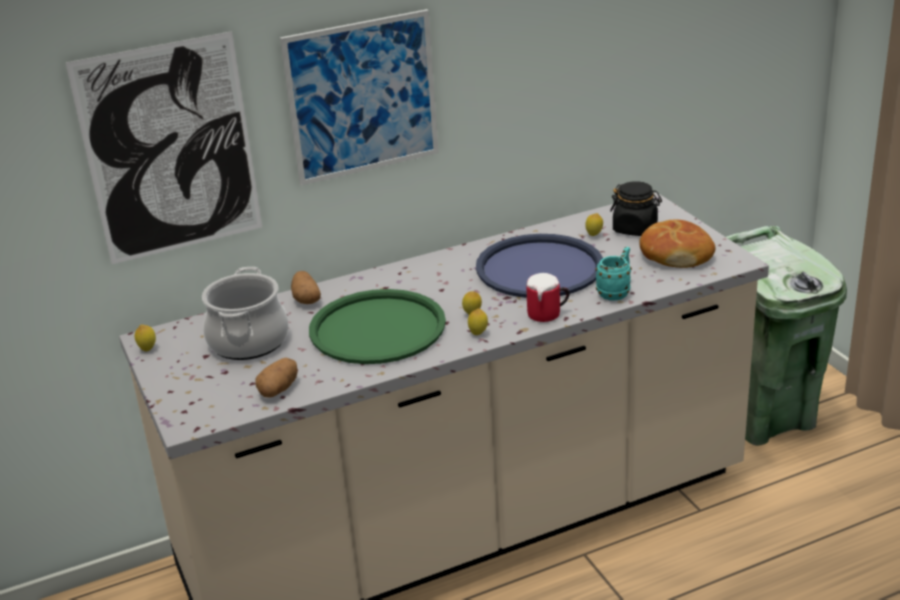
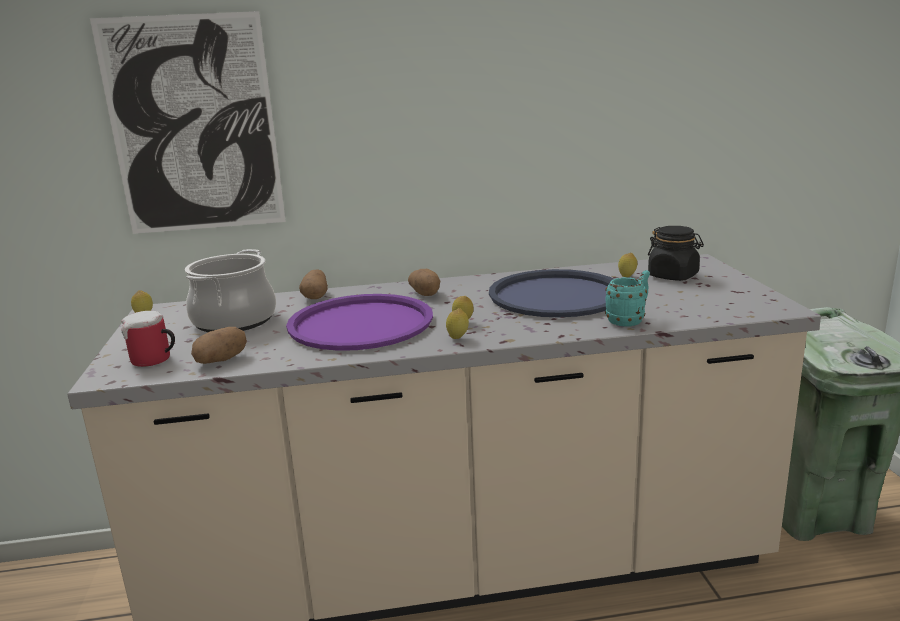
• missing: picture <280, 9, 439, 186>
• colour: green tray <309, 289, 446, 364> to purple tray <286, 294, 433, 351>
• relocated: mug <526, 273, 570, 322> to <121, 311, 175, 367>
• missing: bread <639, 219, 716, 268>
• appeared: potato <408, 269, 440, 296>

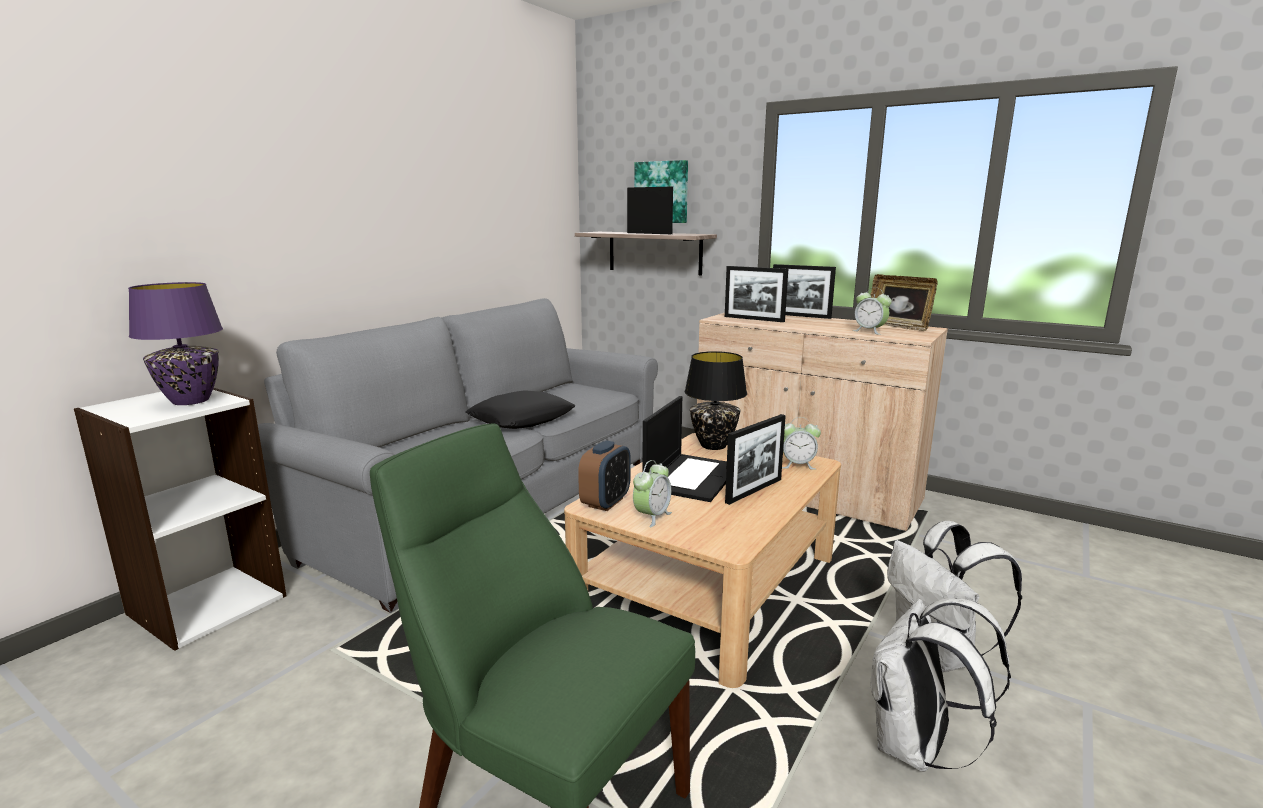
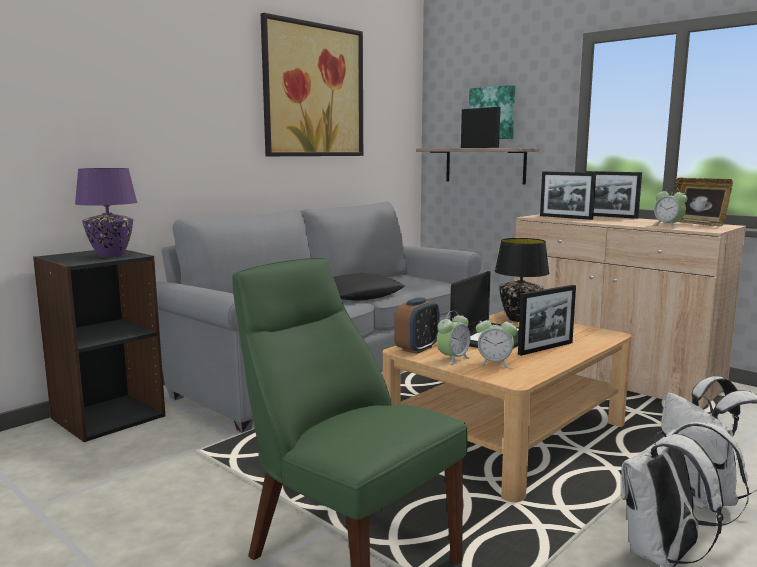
• colour: white bookcase <74, 388, 287, 651> to black bookcase <33, 250, 165, 442>
• relocated: alarm clock <782, 417, 821, 470> to <476, 314, 517, 368>
• appeared: picture <261, 13, 363, 156>

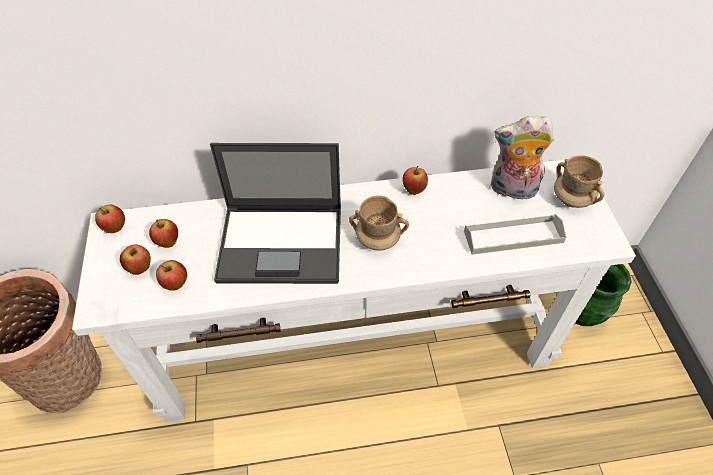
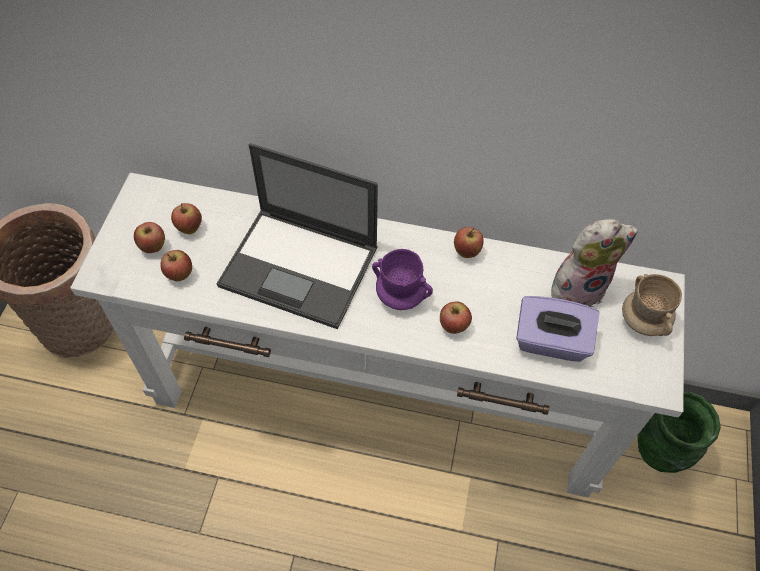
• relocated: apple <95, 205, 125, 233> to <440, 301, 472, 334>
• colour: beige mug <349, 195, 409, 251> to purple mug <372, 249, 433, 310>
• exchanged: grey tray <464, 214, 566, 255> to purple tissue box <516, 296, 600, 362>
• spun: plush toy <491, 116, 554, 200> = <551, 219, 638, 307> 135 degrees clockwise

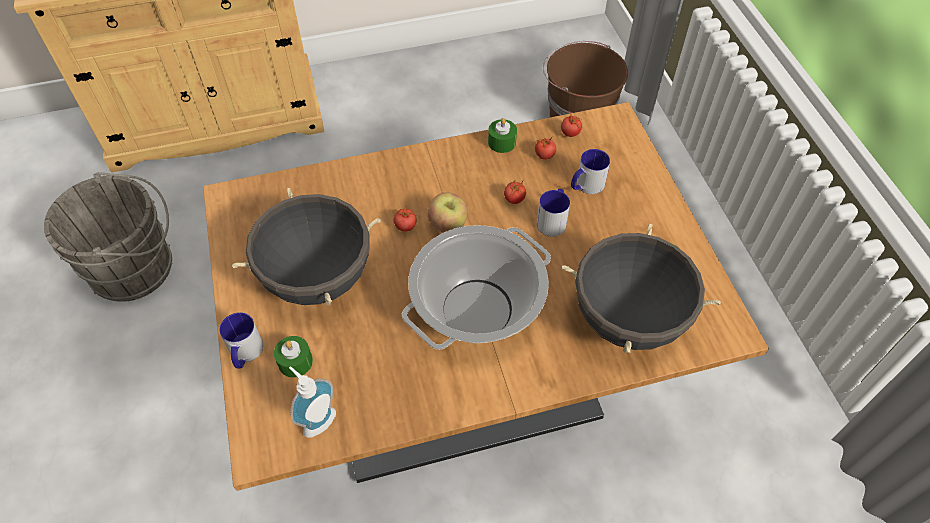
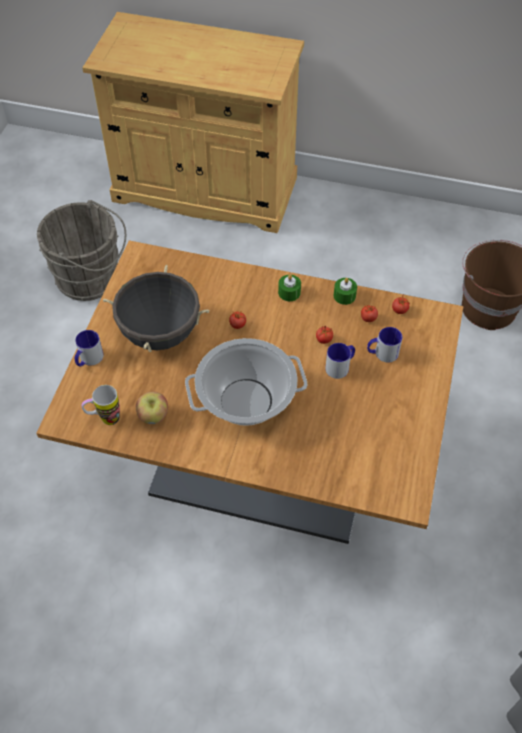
• relocated: green candle <274, 336, 313, 378> to <278, 275, 301, 301>
• exchanged: soap dispenser <289, 366, 336, 438> to mug <82, 385, 120, 425>
• relocated: apple <428, 192, 467, 233> to <136, 392, 168, 424>
• missing: black cooking pot <562, 223, 721, 353>

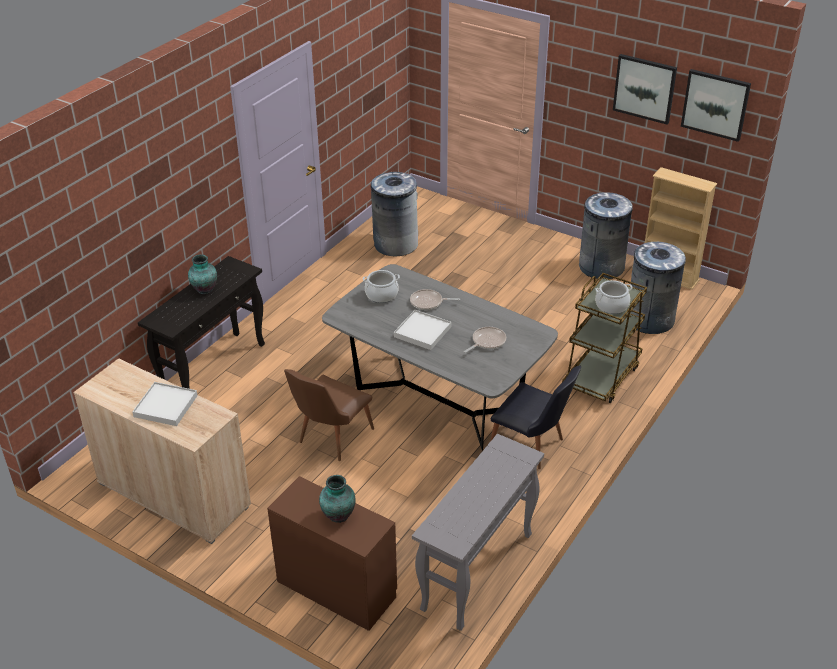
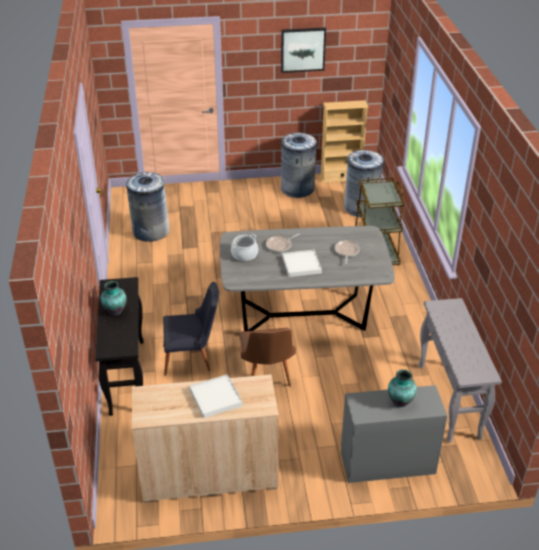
• colour: brown dresser <267, 476, 397, 631> to grey dresser <341, 385, 448, 483>
• relocated: black chair <490, 366, 581, 469> to <163, 282, 219, 376>
• missing: cooking pot <595, 280, 633, 314>
• missing: picture <681, 69, 751, 142>

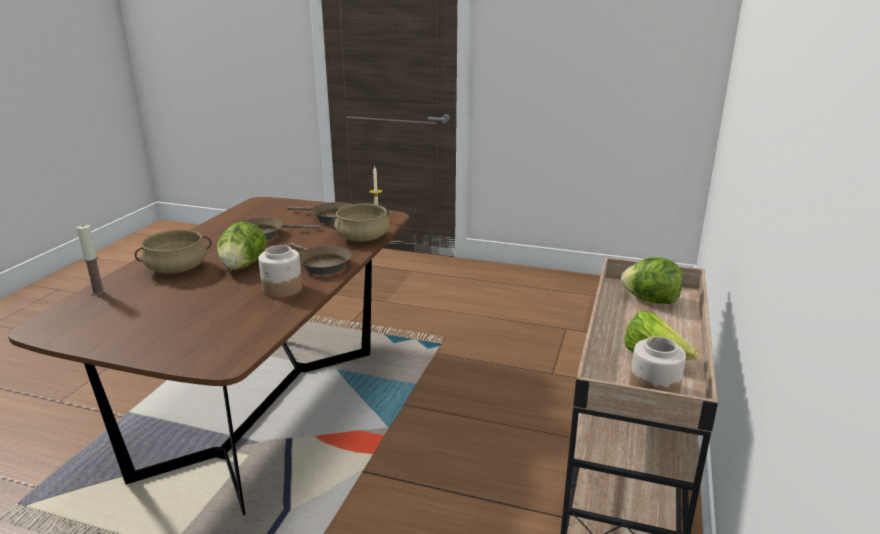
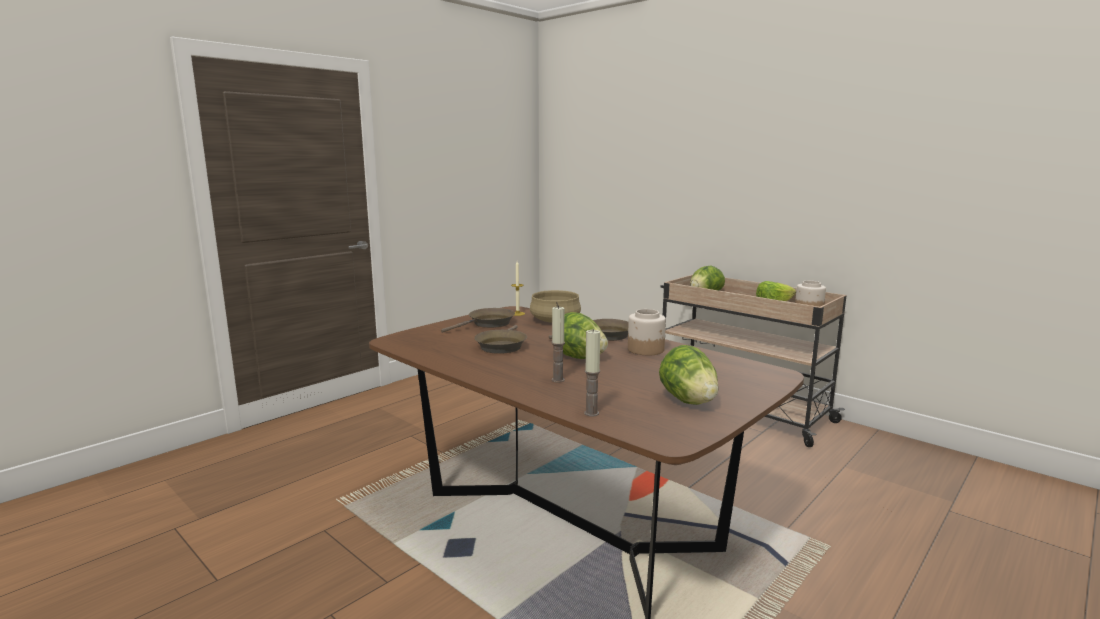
• exchanged: beige cooking pot <135, 230, 212, 273> to candle <551, 306, 565, 382>
• appeared: lettuce <659, 345, 719, 405>

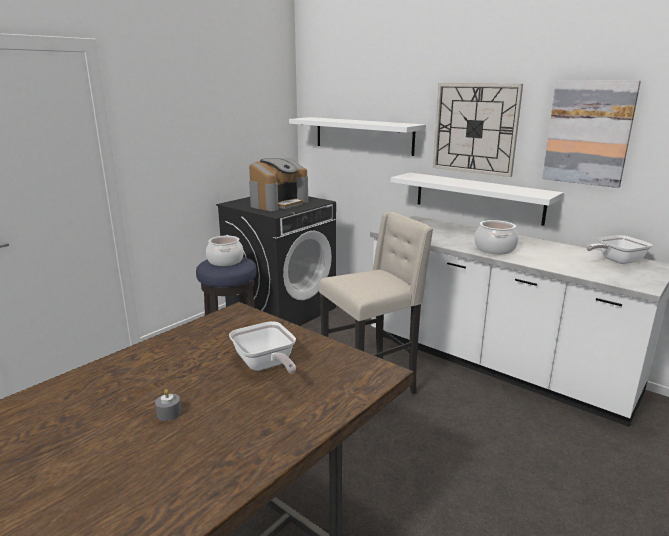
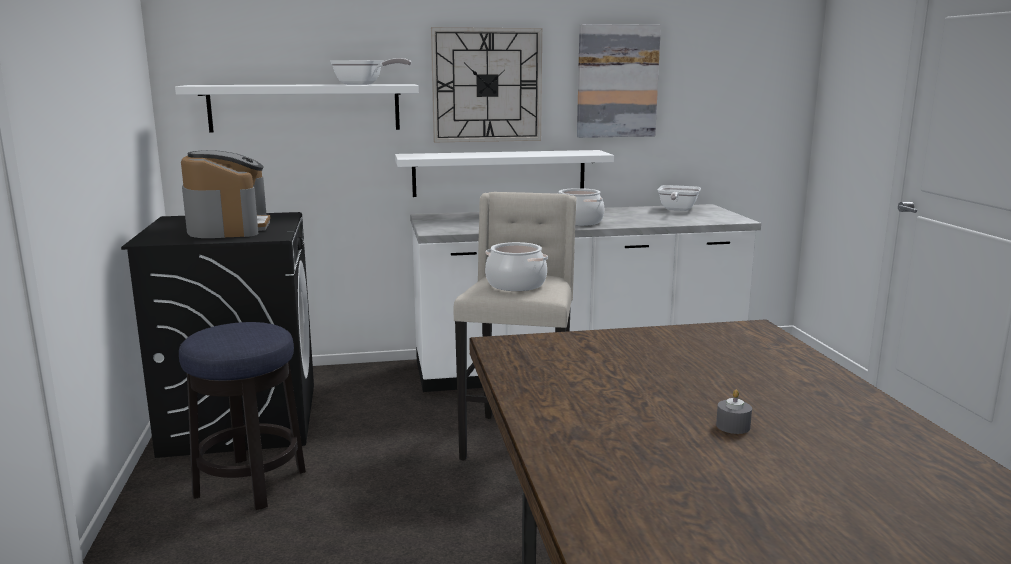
• relocated: cooking pot <206, 236, 244, 266> to <485, 242, 548, 291>
• relocated: frying pan <229, 321, 296, 373> to <330, 58, 412, 85>

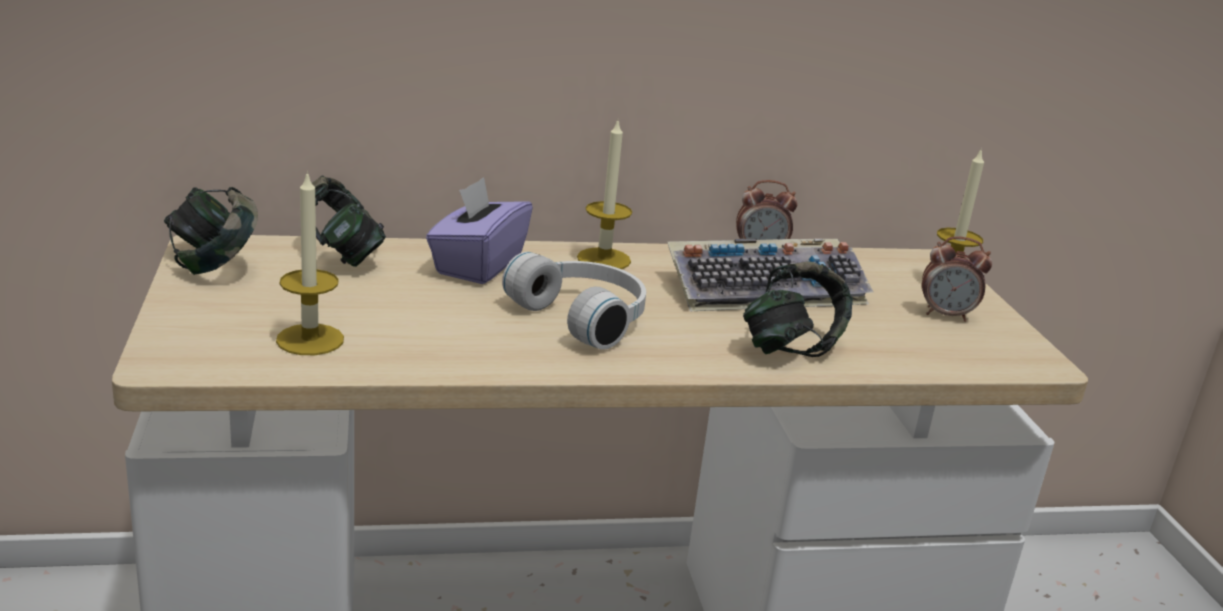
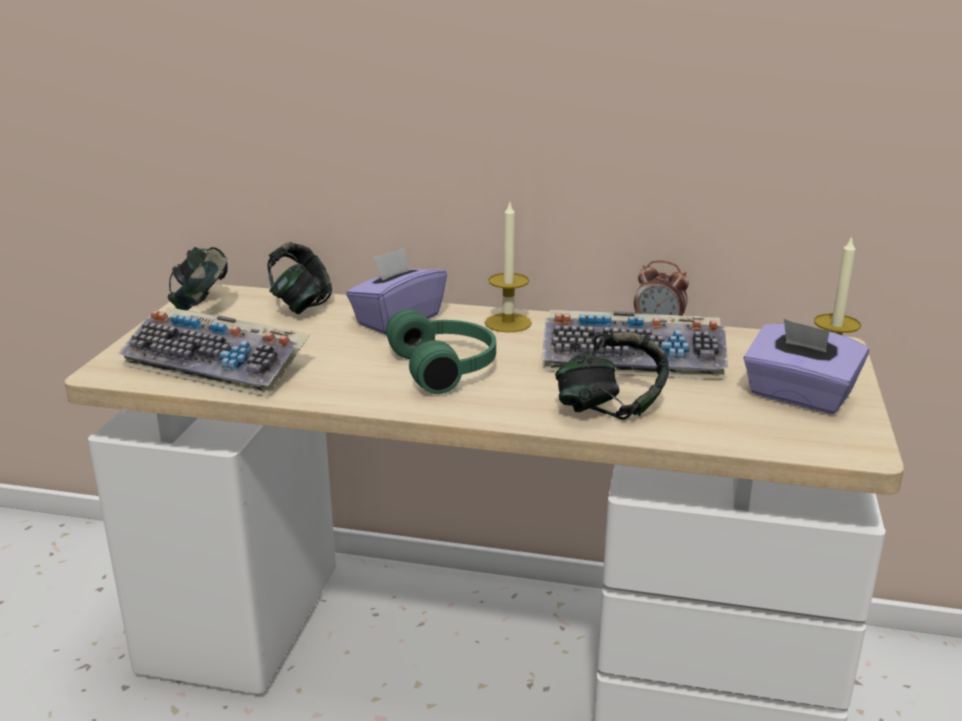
• exchanged: candle <276, 171, 344, 355> to keyboard <117, 307, 310, 397>
• colour: white headphones <502, 252, 646, 350> to green headphones <386, 309, 496, 394>
• exchanged: alarm clock <922, 237, 992, 322> to purple tissue box <743, 319, 869, 414>

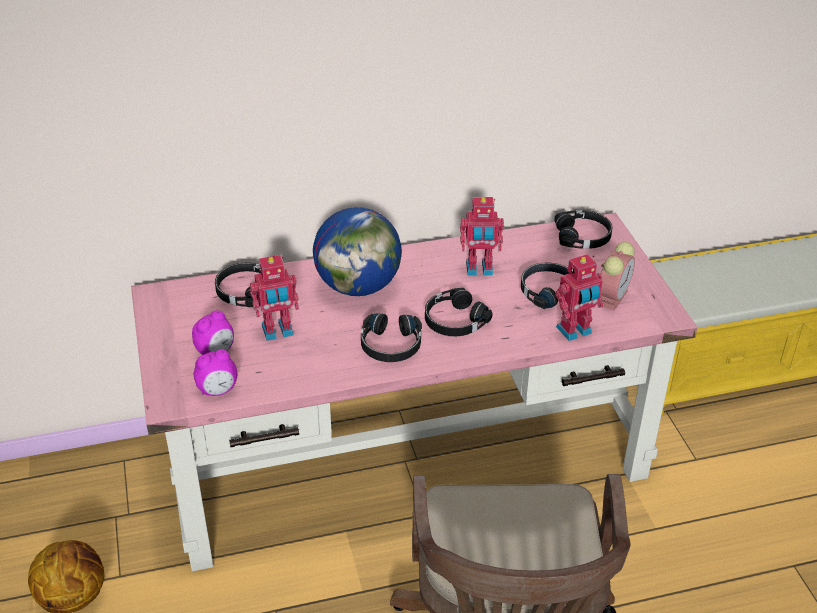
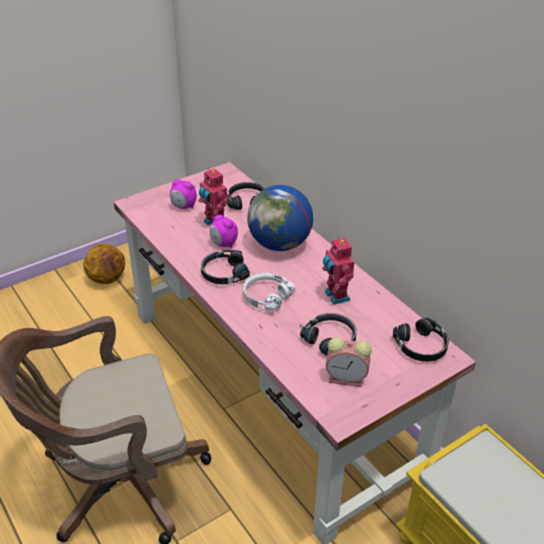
• relocated: alarm clock <194, 349, 237, 396> to <210, 215, 238, 248>
• colour: black headphones <425, 288, 493, 336> to white headphones <243, 273, 295, 311>
• missing: toy robot <555, 254, 603, 341>

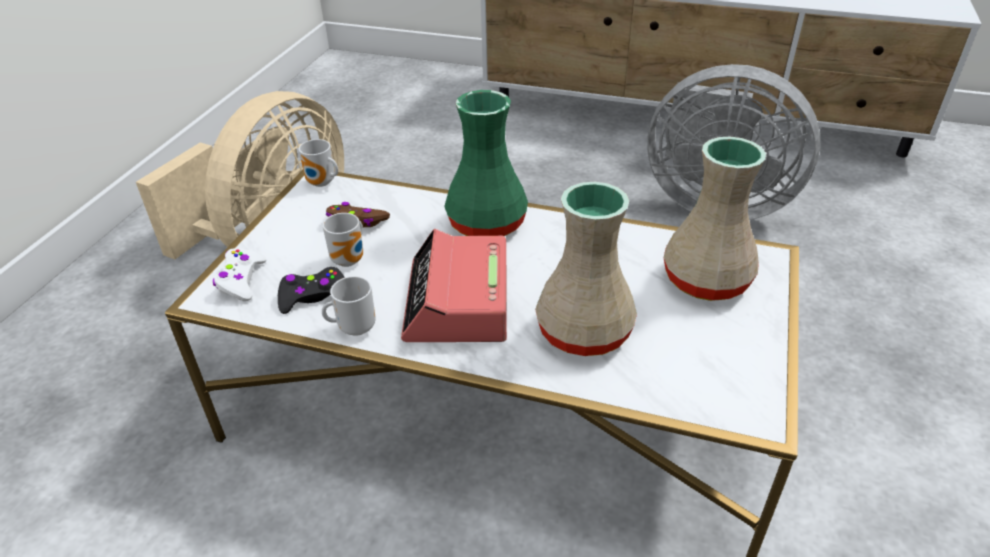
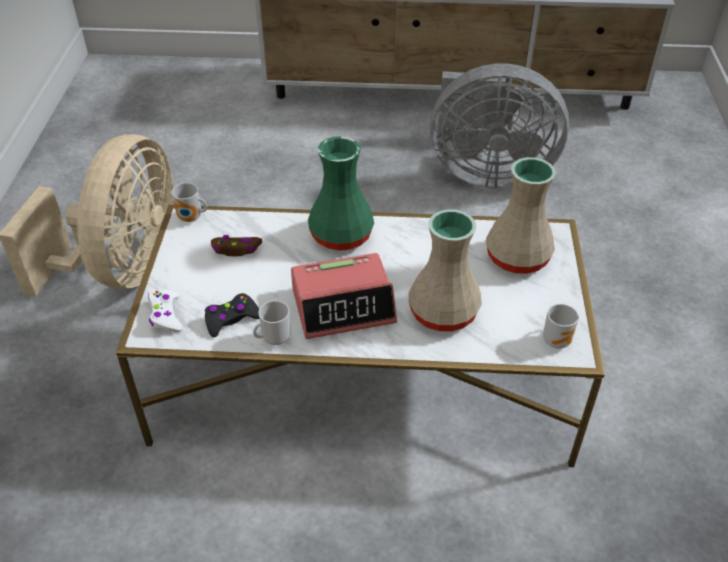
• relocated: mug <323, 213, 363, 267> to <543, 304, 579, 349>
• spun: alarm clock <401, 229, 507, 342> = <291, 253, 397, 339> 90 degrees counterclockwise

